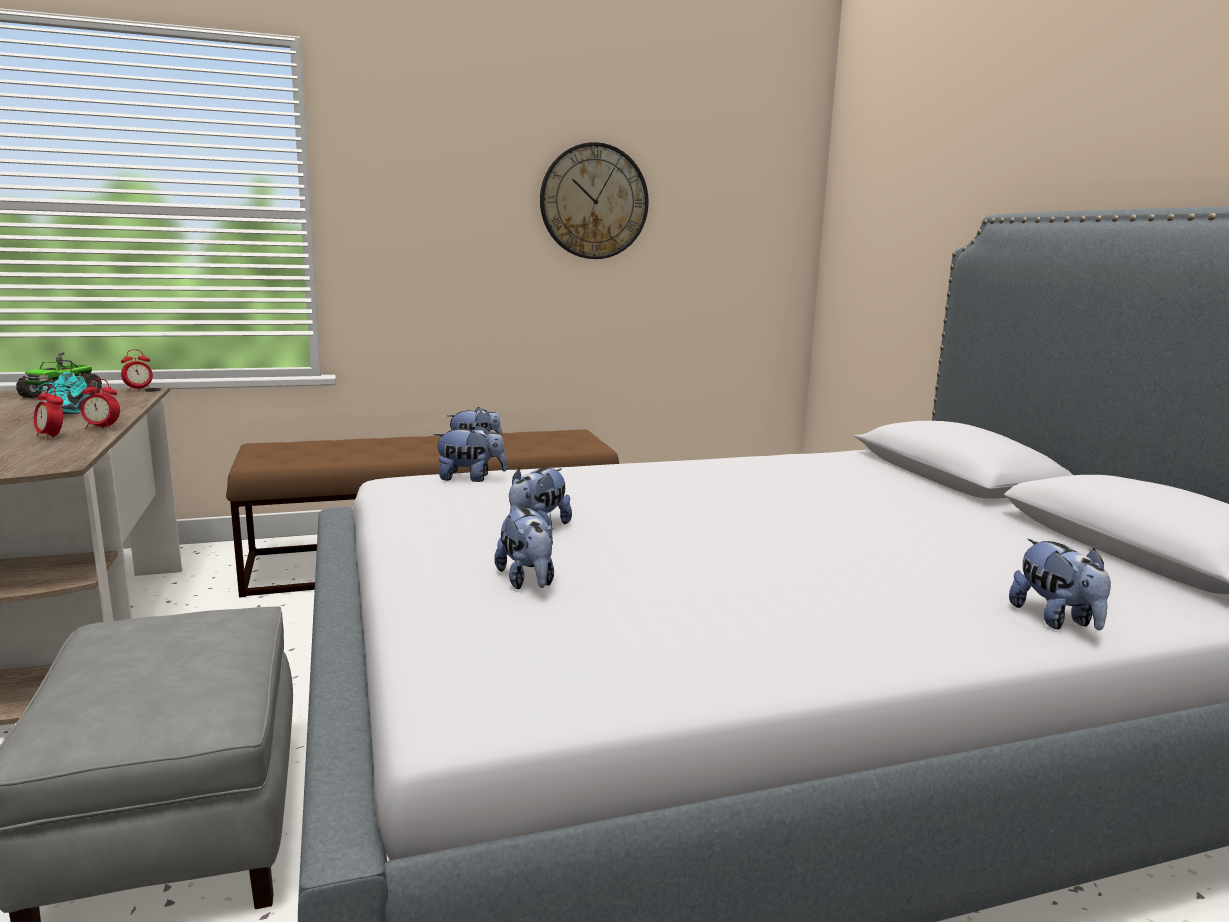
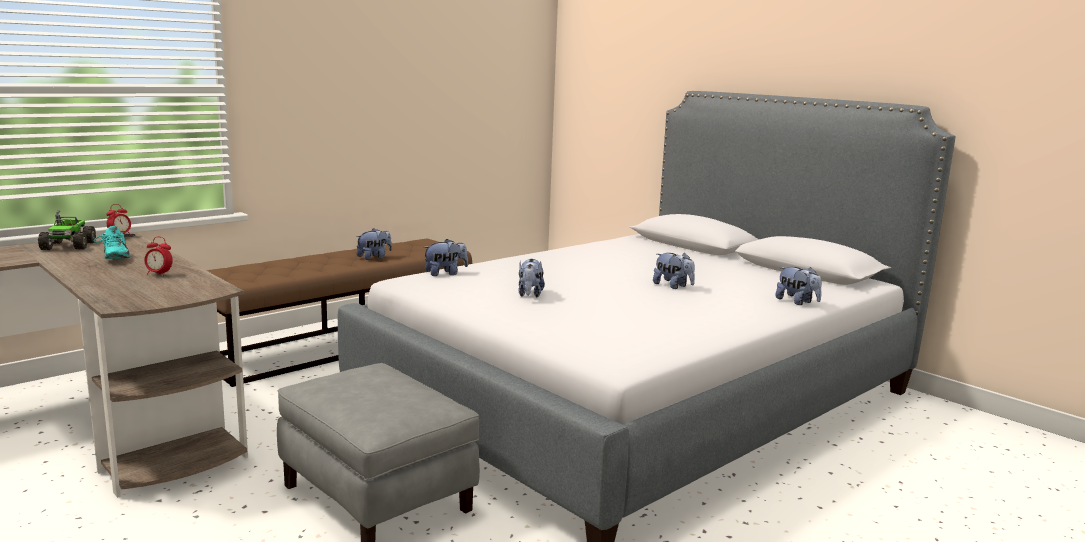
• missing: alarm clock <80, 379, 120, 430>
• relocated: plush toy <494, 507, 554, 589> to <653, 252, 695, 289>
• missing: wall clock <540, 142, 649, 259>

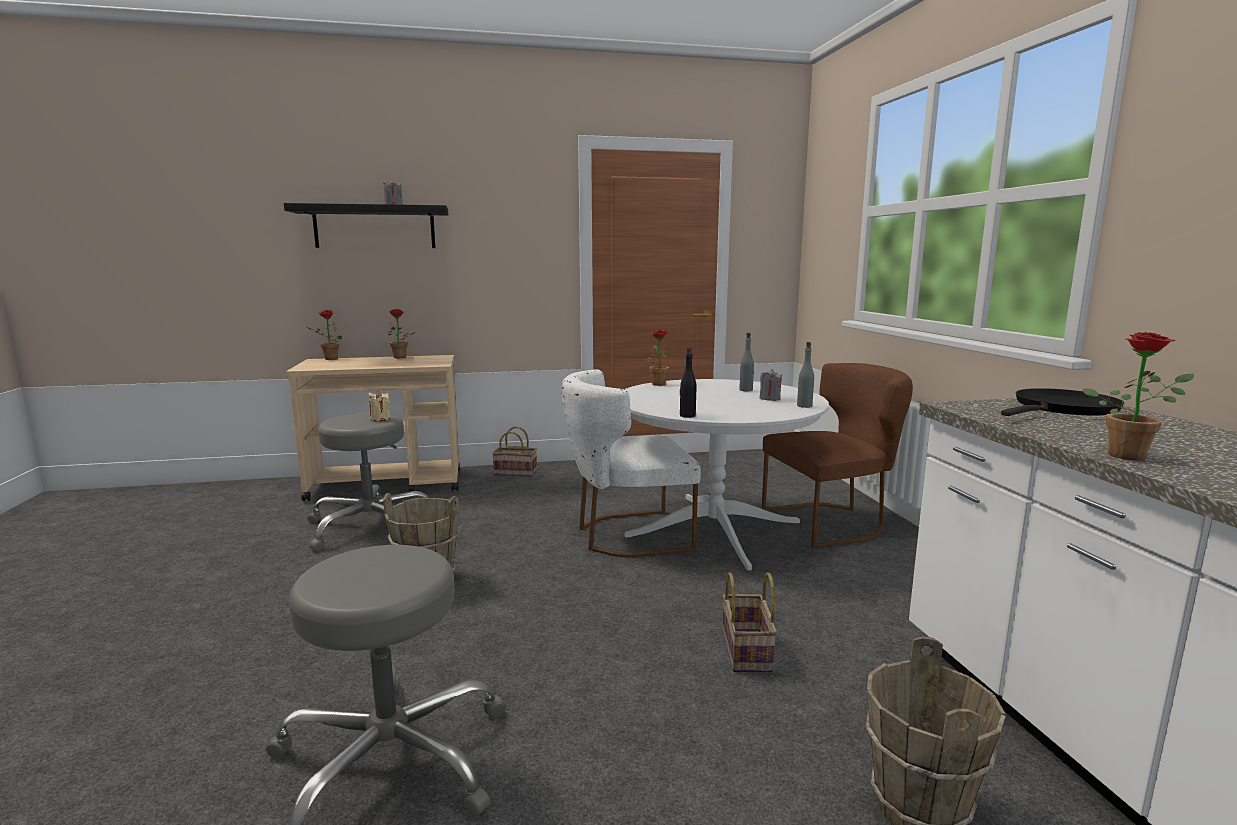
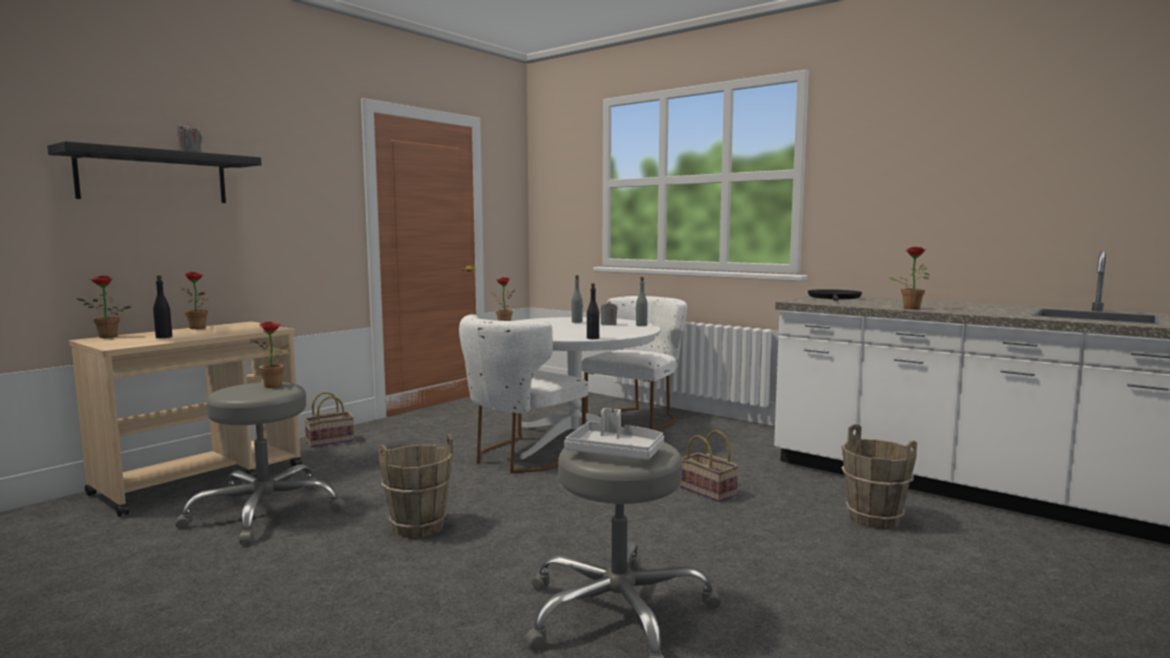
• exchanged: beige candle <369, 390, 391, 421> to potted plant <253, 322, 289, 388>
• colour: brown chair <762, 363, 913, 548> to white chair <583, 296, 687, 431>
• appeared: black bottle <153, 276, 172, 338>
• appeared: grey tray <564, 408, 664, 460>

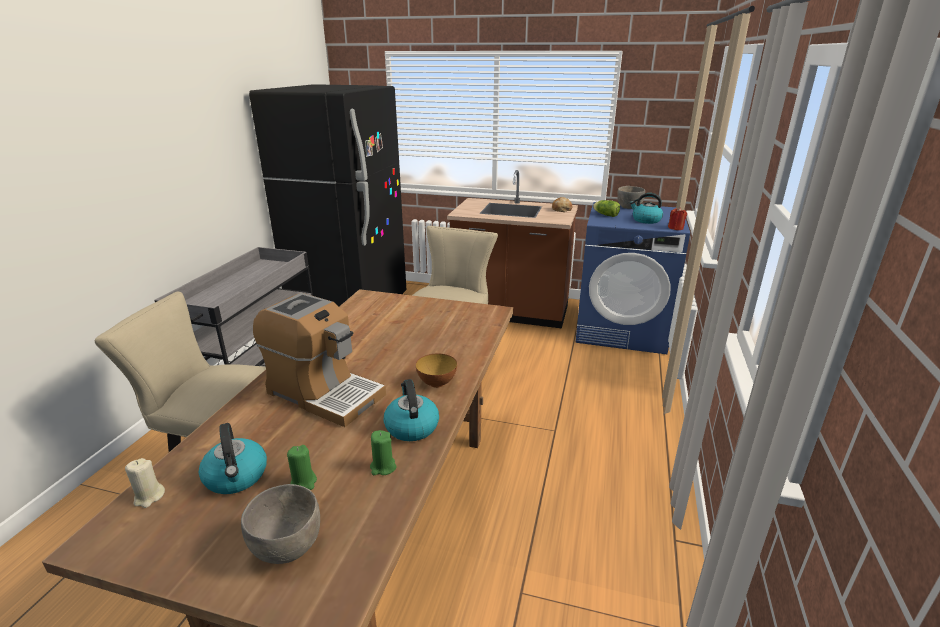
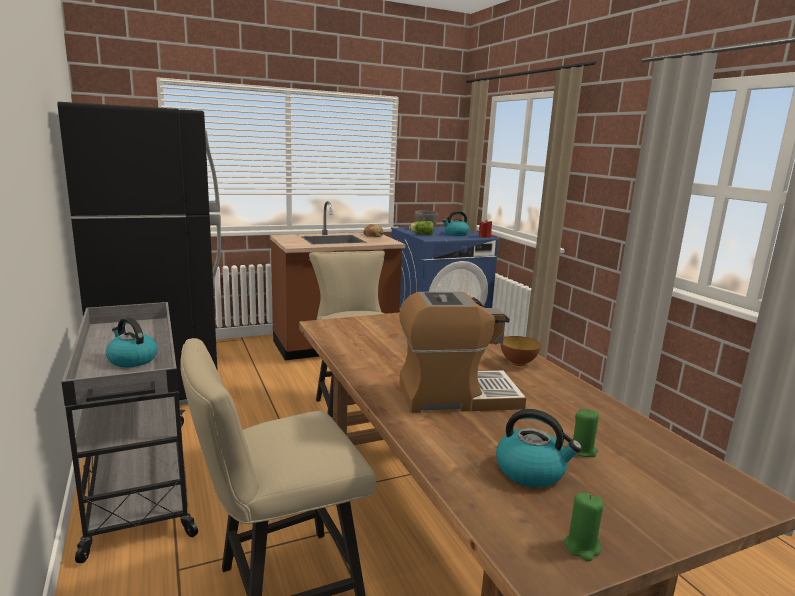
• missing: beige candle <125, 458, 165, 508>
• missing: grey bowl <241, 484, 320, 564>
• relocated: green candle <370, 430, 396, 475> to <564, 492, 603, 561>
• relocated: kettle <384, 379, 439, 441> to <106, 317, 158, 367>

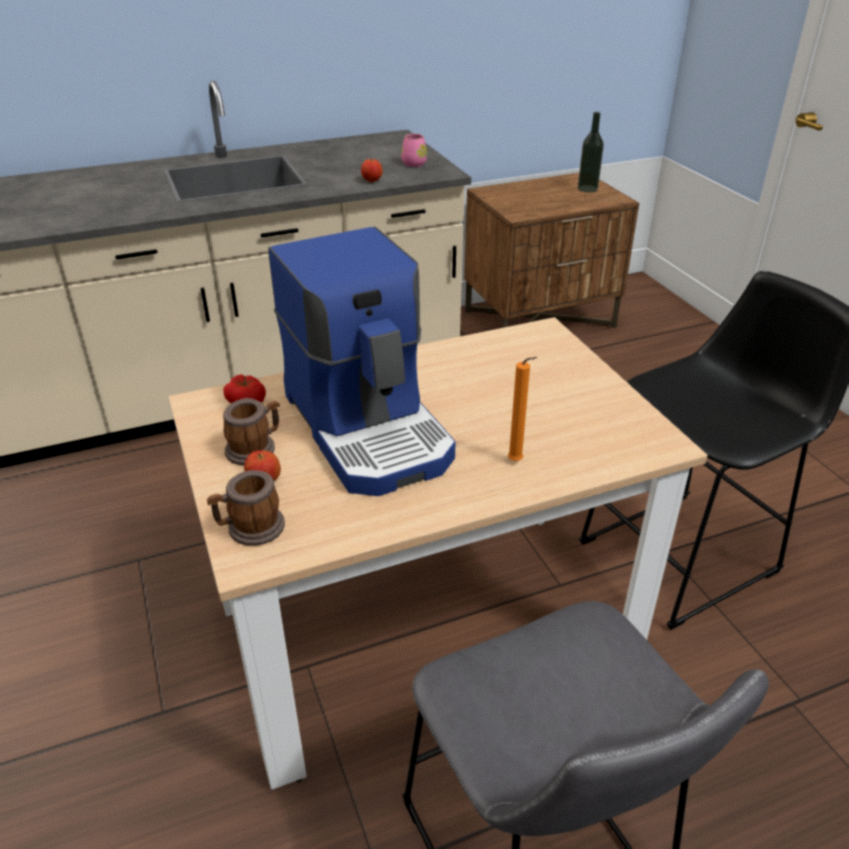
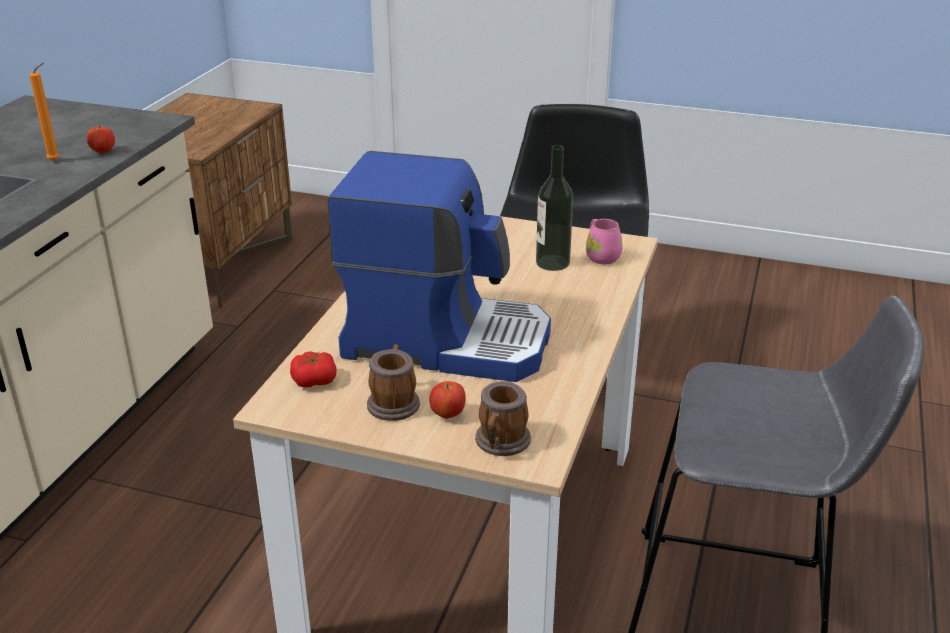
• relocated: pink mug <401, 134, 427, 167> to <586, 219, 622, 264>
• relocated: orange candle <508, 357, 538, 461> to <29, 63, 59, 161>
• relocated: bottle <578, 112, 604, 193> to <536, 145, 573, 271>

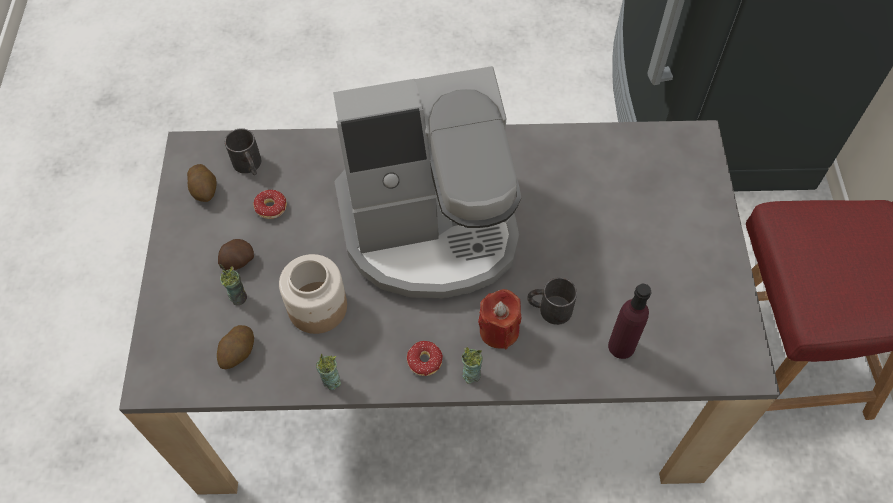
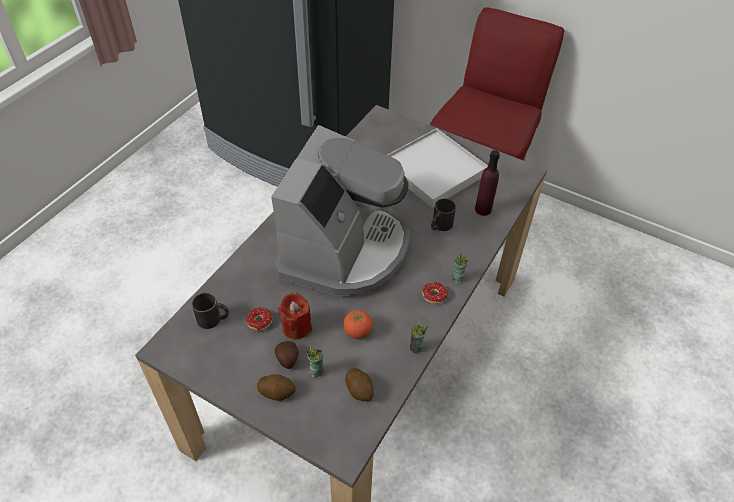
• relocated: potato <187, 164, 217, 202> to <257, 374, 295, 401>
• exchanged: jar <279, 254, 347, 334> to tomato <343, 310, 373, 339>
• relocated: red candle <478, 289, 522, 349> to <278, 293, 312, 340>
• appeared: white tray <388, 128, 488, 208>

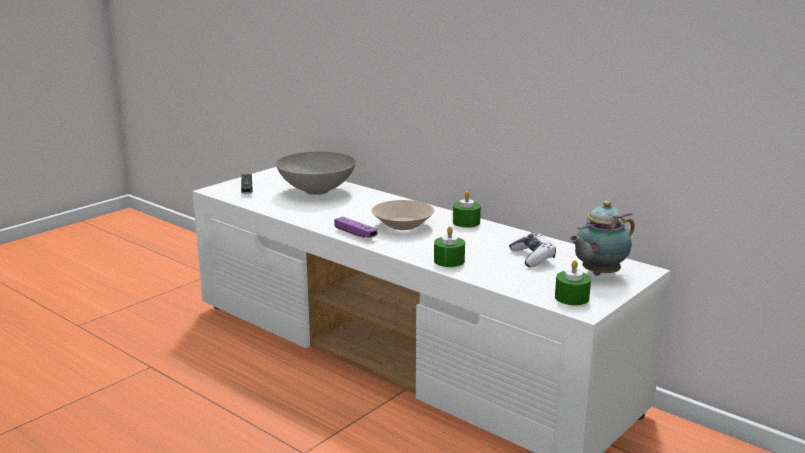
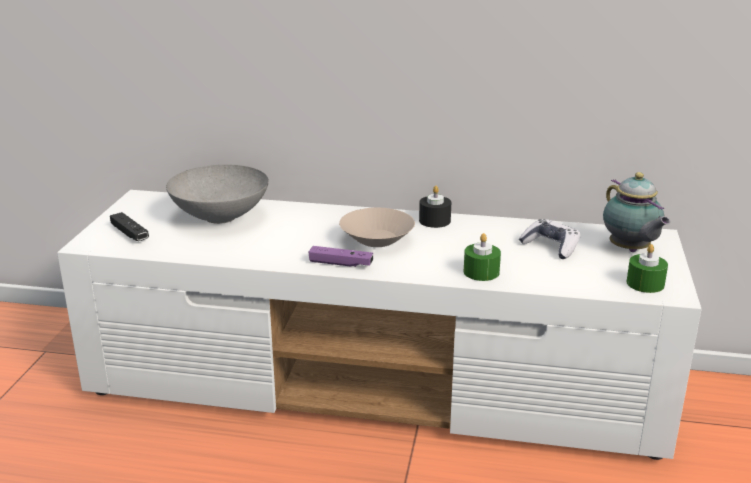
• colour: green candle <453, 191, 481, 228> to black candle <419, 186, 451, 228>
• spun: teapot <569, 201, 635, 276> = <603, 172, 671, 252> 45 degrees counterclockwise

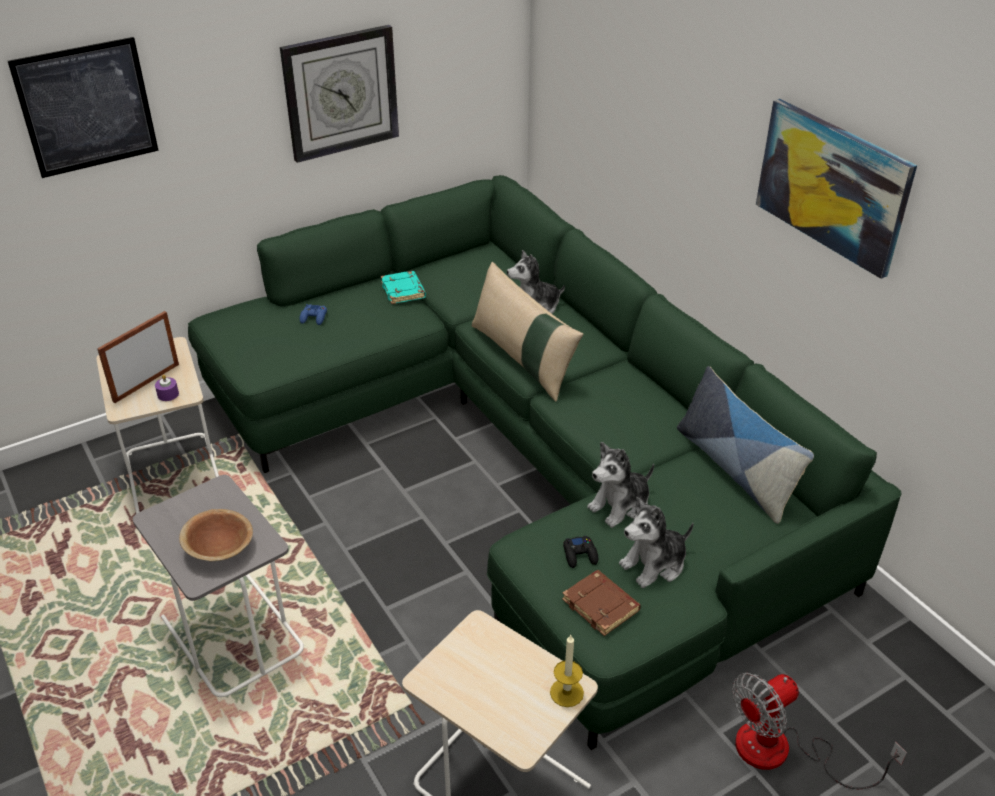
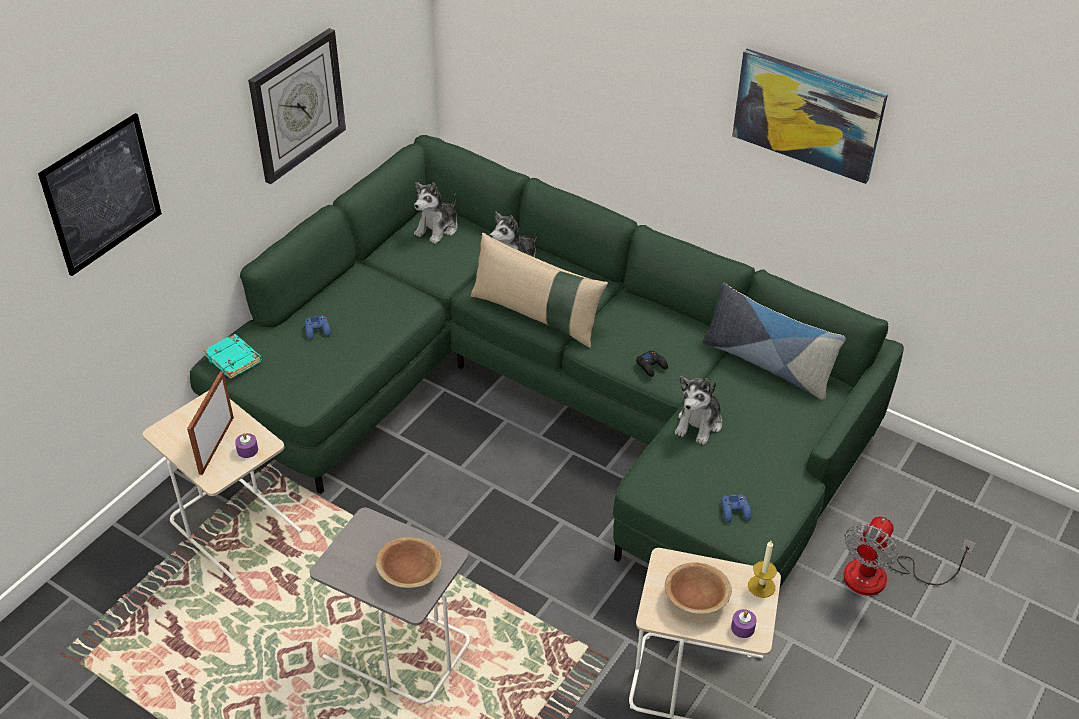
• relocated: turquoise book <381, 271, 426, 304> to <203, 334, 262, 379>
• exchanged: brown book <562, 570, 641, 636> to blue game controller <721, 494, 752, 523>
• relocated: black game controller <563, 536, 598, 568> to <636, 350, 668, 377>
• relocated: plush toy <619, 497, 693, 588> to <414, 182, 458, 244>
• appeared: brown bowl <665, 563, 732, 614>
• appeared: purple candle <731, 609, 757, 638>

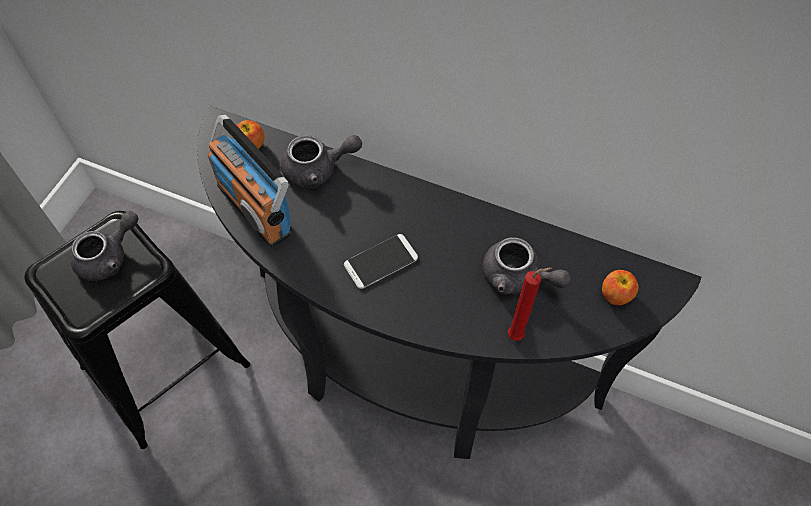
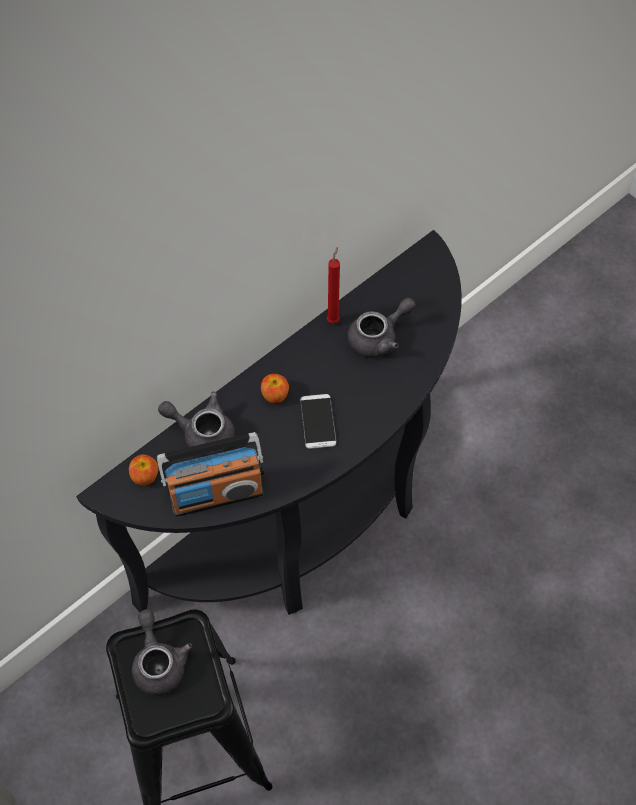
• spun: grey teapot <281, 135, 362, 188> = <158, 392, 235, 457> 90 degrees counterclockwise
• relocated: red candle <508, 267, 552, 341> to <327, 247, 340, 323>
• relocated: apple <602, 270, 638, 305> to <261, 374, 289, 403>

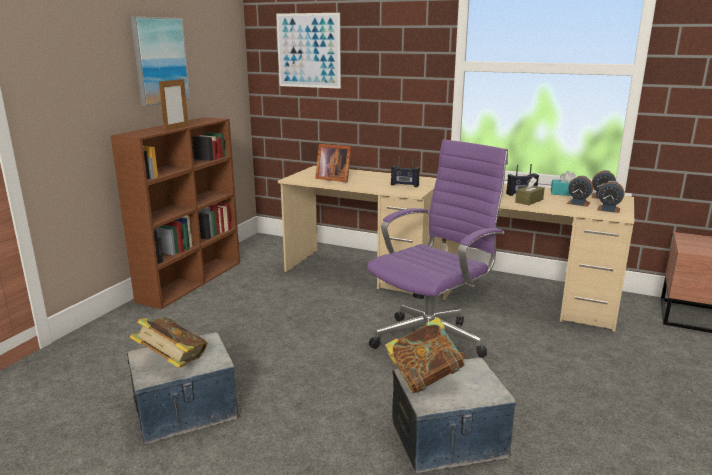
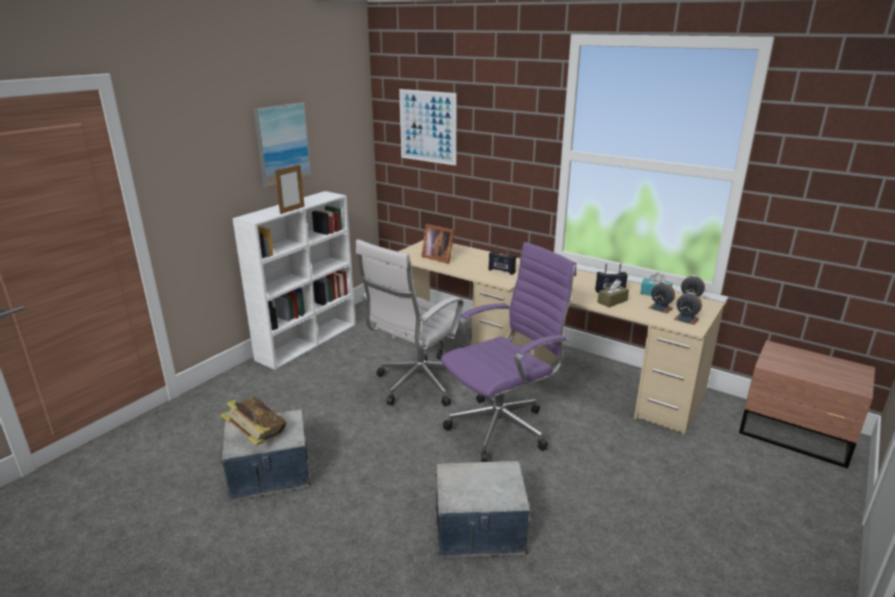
• colour: brown bookcase <110, 117, 240, 309> to white bookcase <232, 191, 356, 370>
• missing: book <385, 317, 467, 393>
• appeared: white office chair <355, 239, 472, 407>

